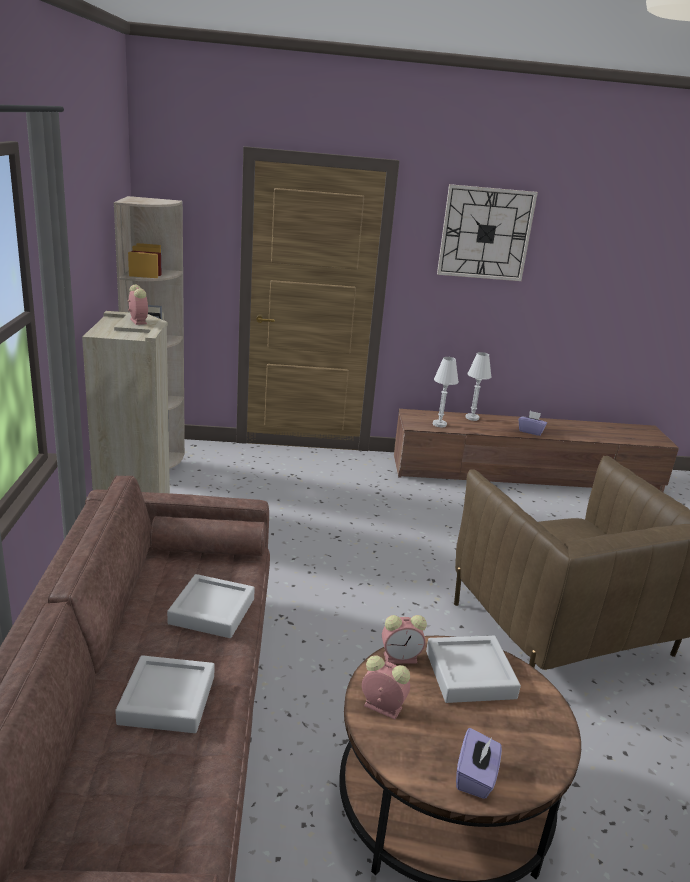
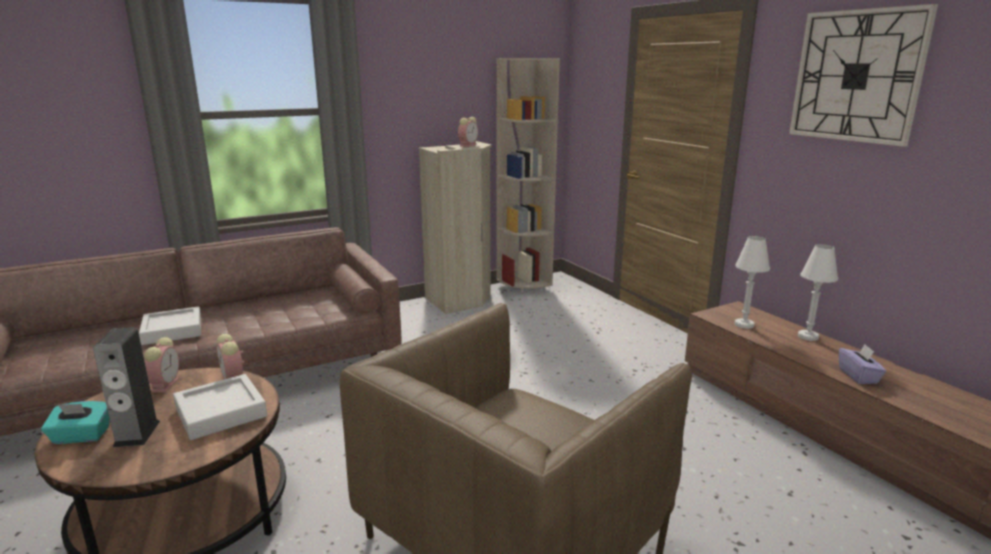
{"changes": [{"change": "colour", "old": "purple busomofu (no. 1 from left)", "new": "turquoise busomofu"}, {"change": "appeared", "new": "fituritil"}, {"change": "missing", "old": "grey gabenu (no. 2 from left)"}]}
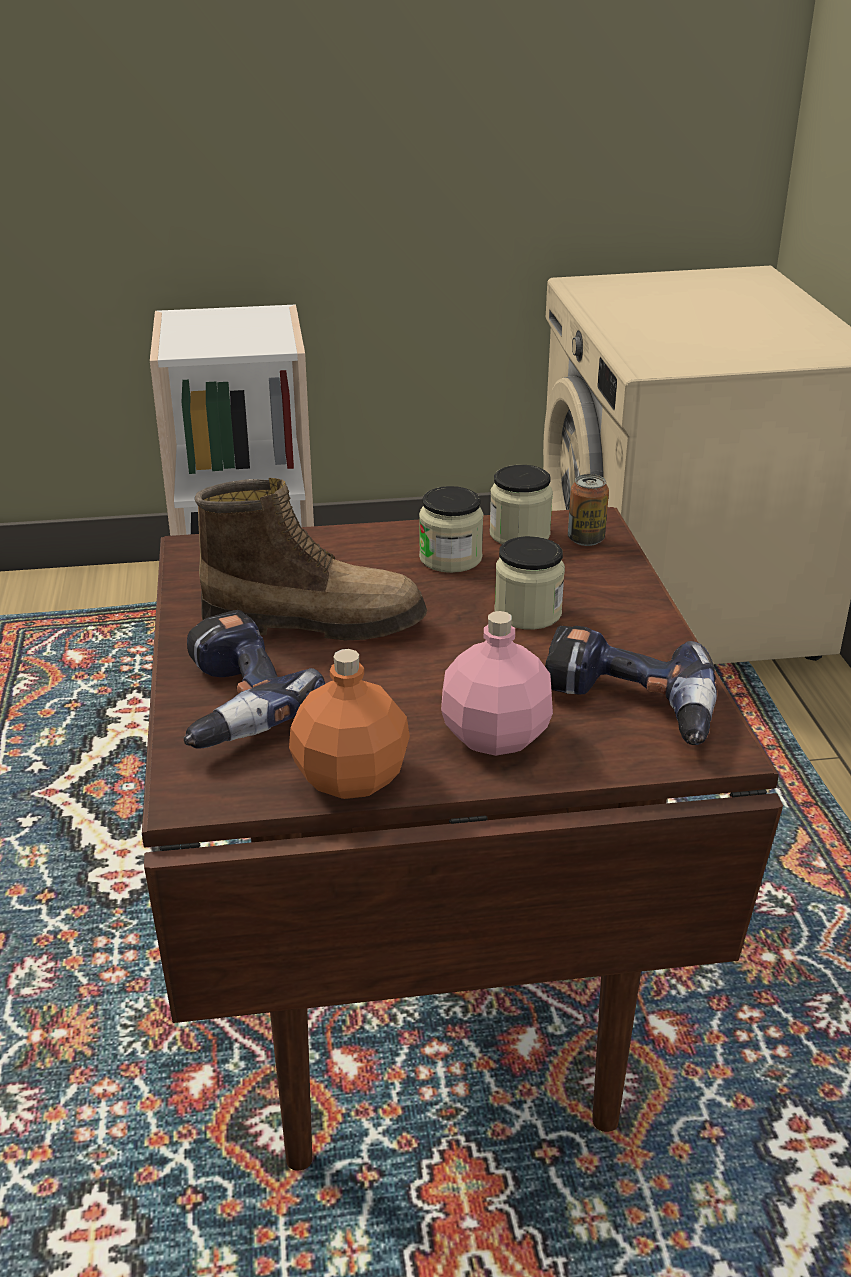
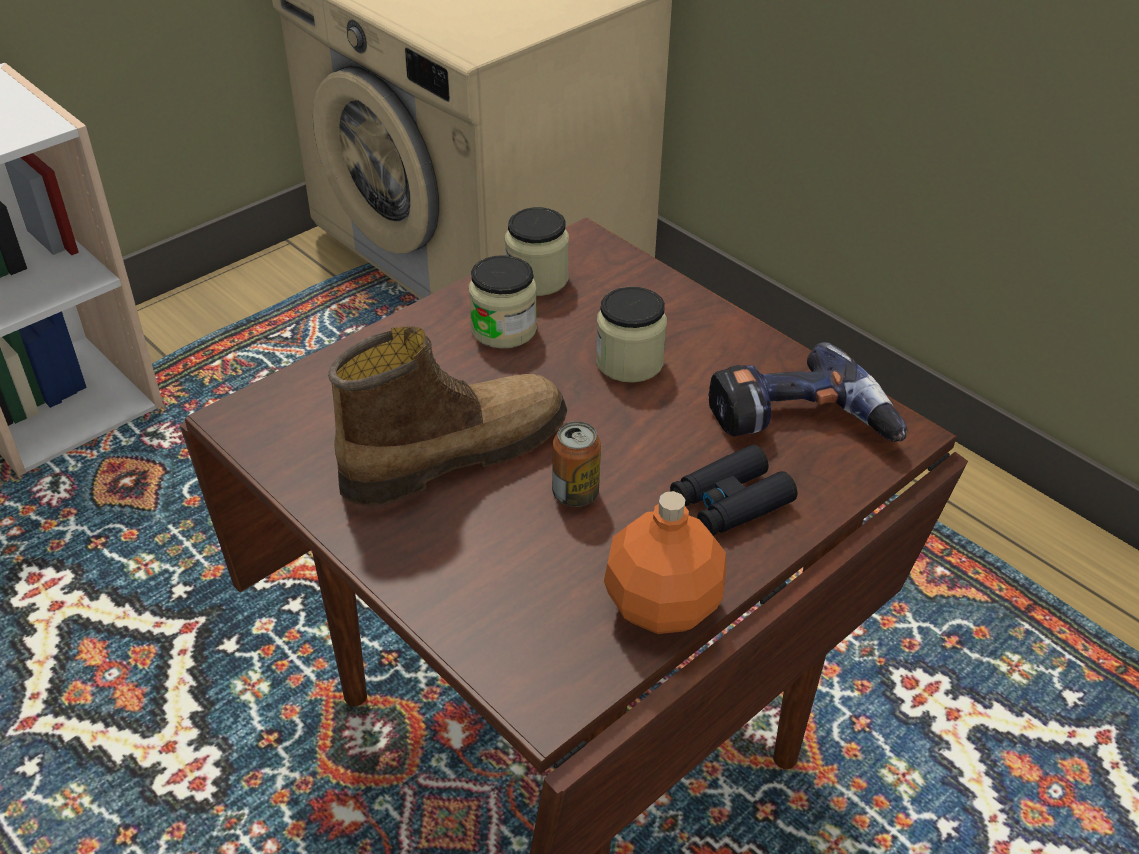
{"changes": [{"change": "relocated", "old": "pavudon"}, {"change": "exchanged", "old": "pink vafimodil", "new": "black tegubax"}, {"change": "missing", "old": "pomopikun (no. 1 from left)"}]}
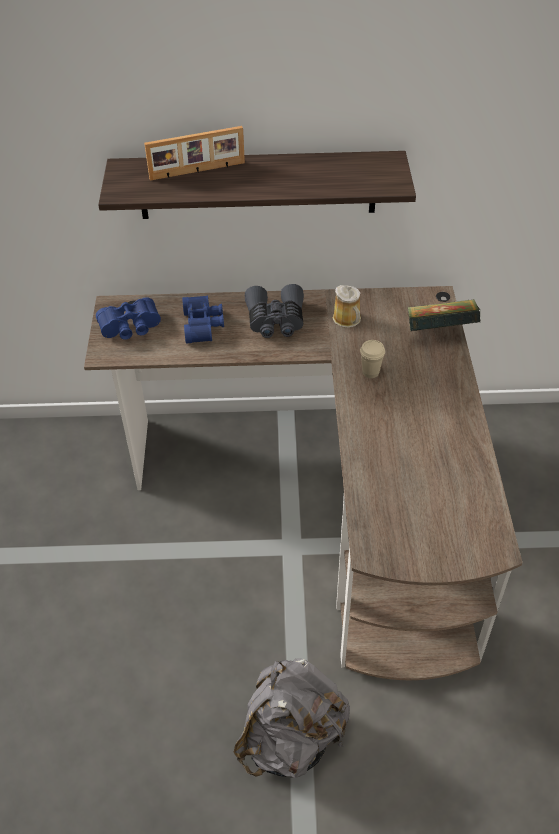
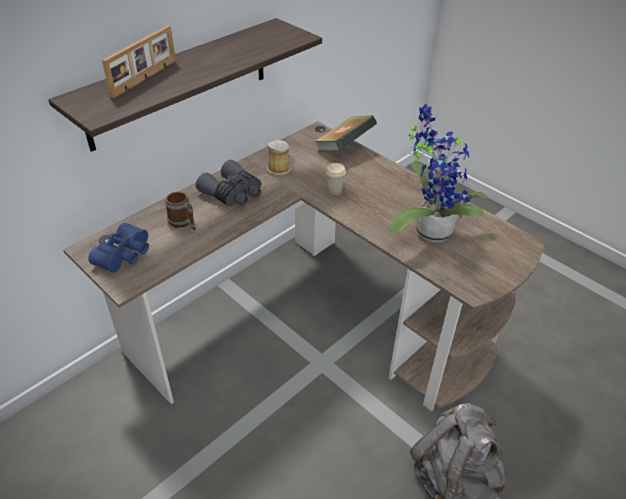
{"changes": [{"change": "exchanged", "old": "blue tegubax (no. 2 from left)", "new": "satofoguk (no. 1 from left)"}, {"change": "appeared", "new": "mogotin"}]}
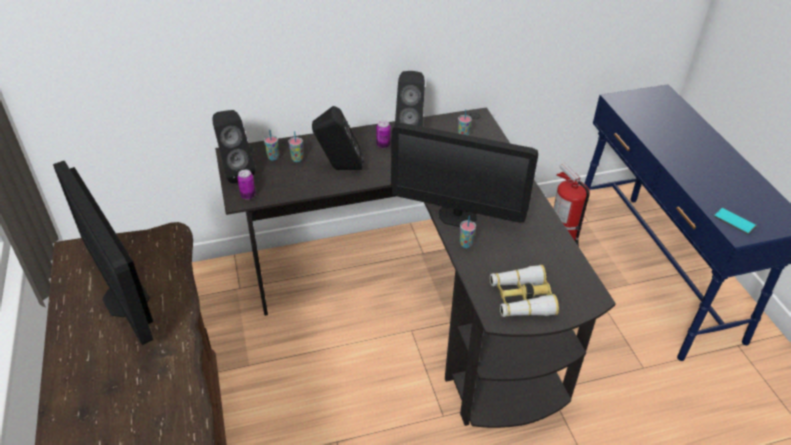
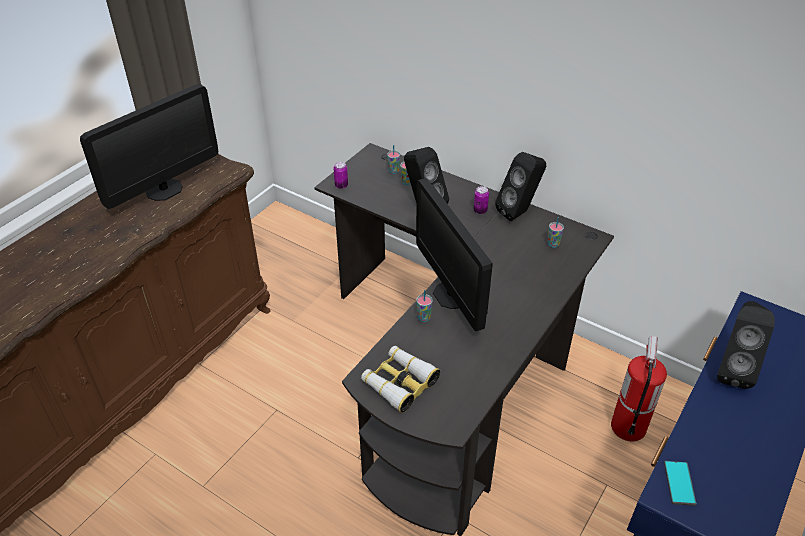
{"changes": [{"change": "spun", "old": "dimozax (no. 1 from left)", "degrees": -150}, {"change": "relocated", "old": "black fituritil (no. 1 from left in the first image)", "new": "black fituritil (no. 3 from left)"}]}
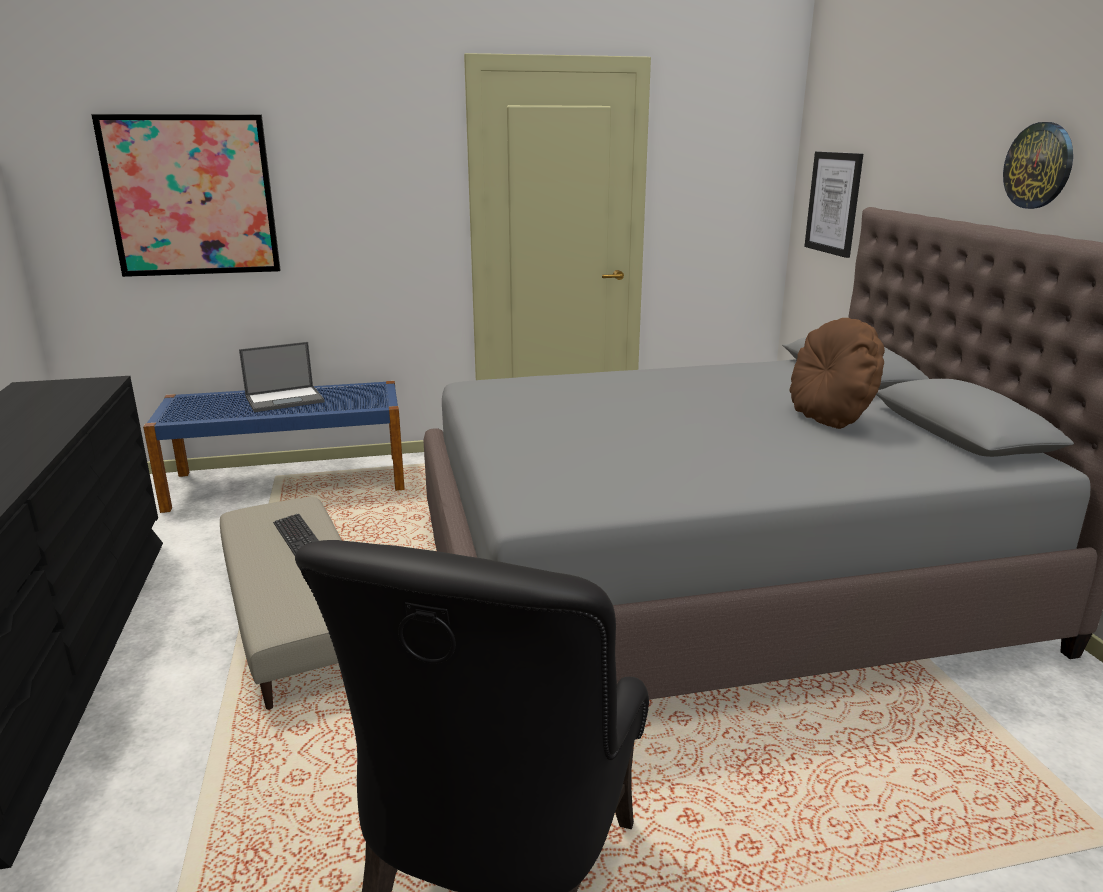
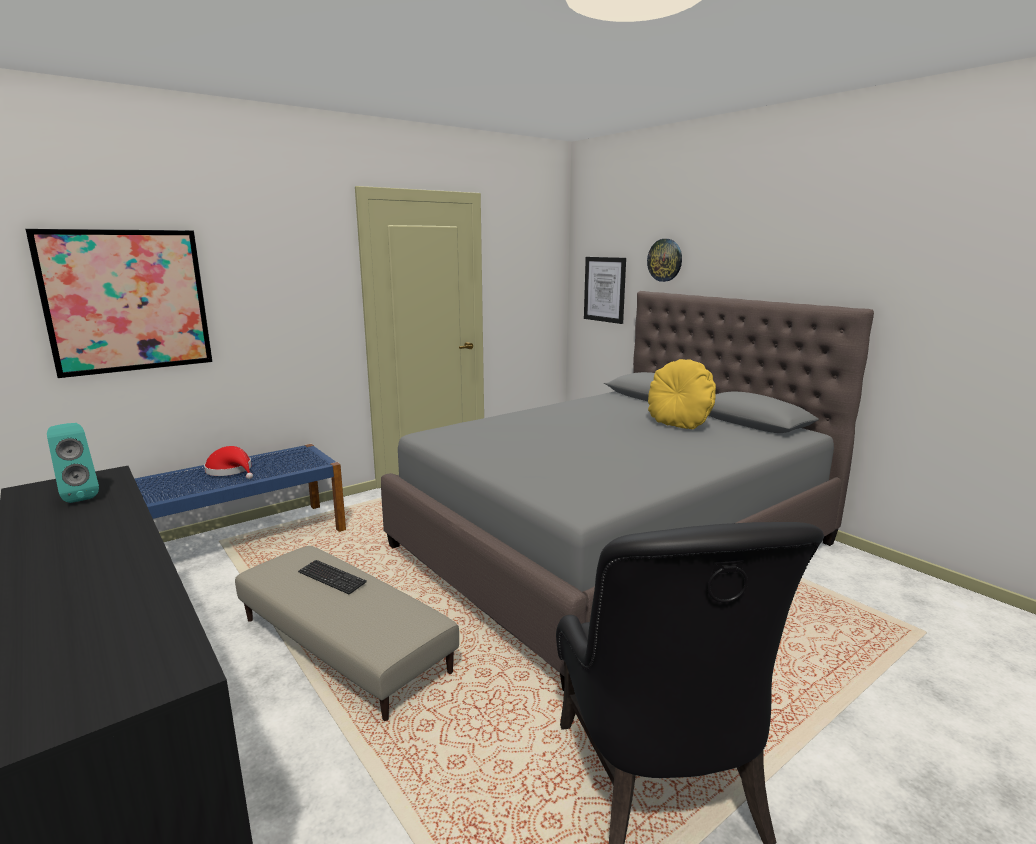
{"changes": [{"change": "appeared", "new": "turquoise fituritil"}, {"change": "exchanged", "old": "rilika", "new": "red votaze"}, {"change": "relocated", "old": "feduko"}, {"change": "colour", "old": "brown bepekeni", "new": "yellow bepekeni"}]}
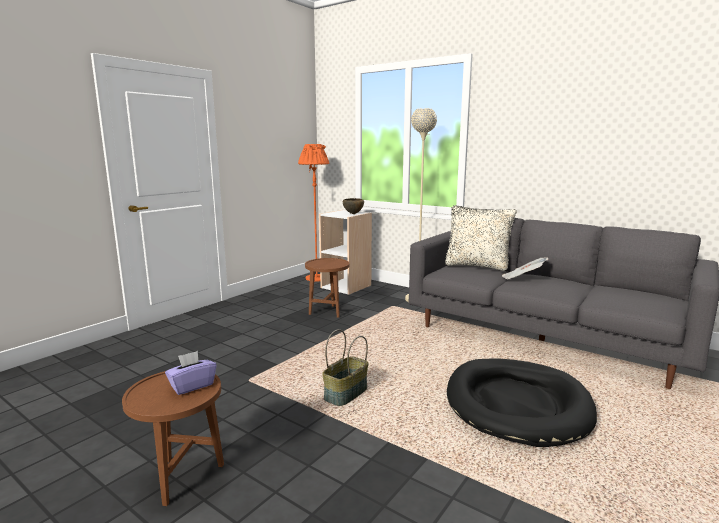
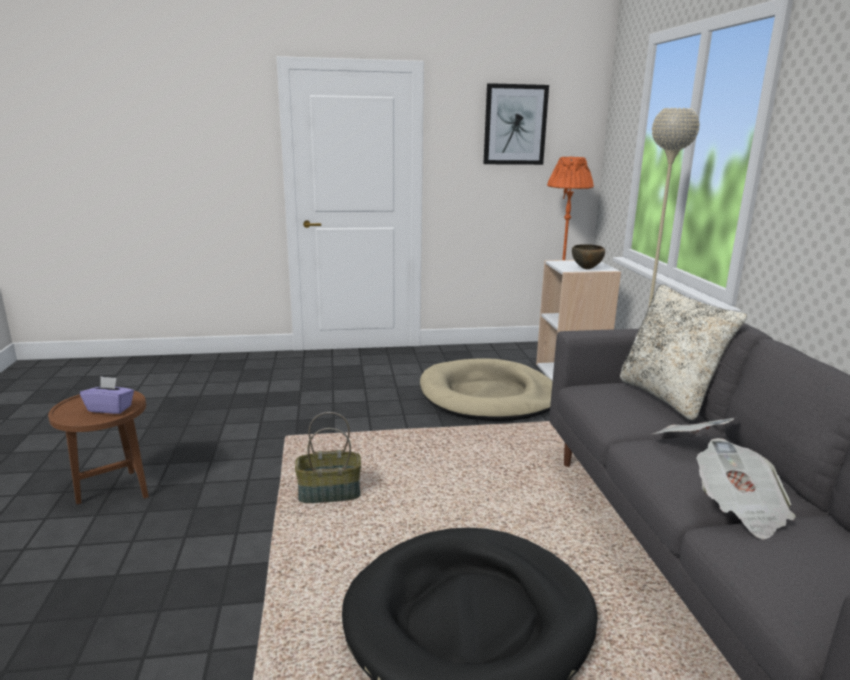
{"changes": [{"change": "exchanged", "old": "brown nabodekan (no. 2 from left)", "new": "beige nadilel"}, {"change": "appeared", "new": "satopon"}, {"change": "appeared", "new": "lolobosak (no. 2 from left)"}]}
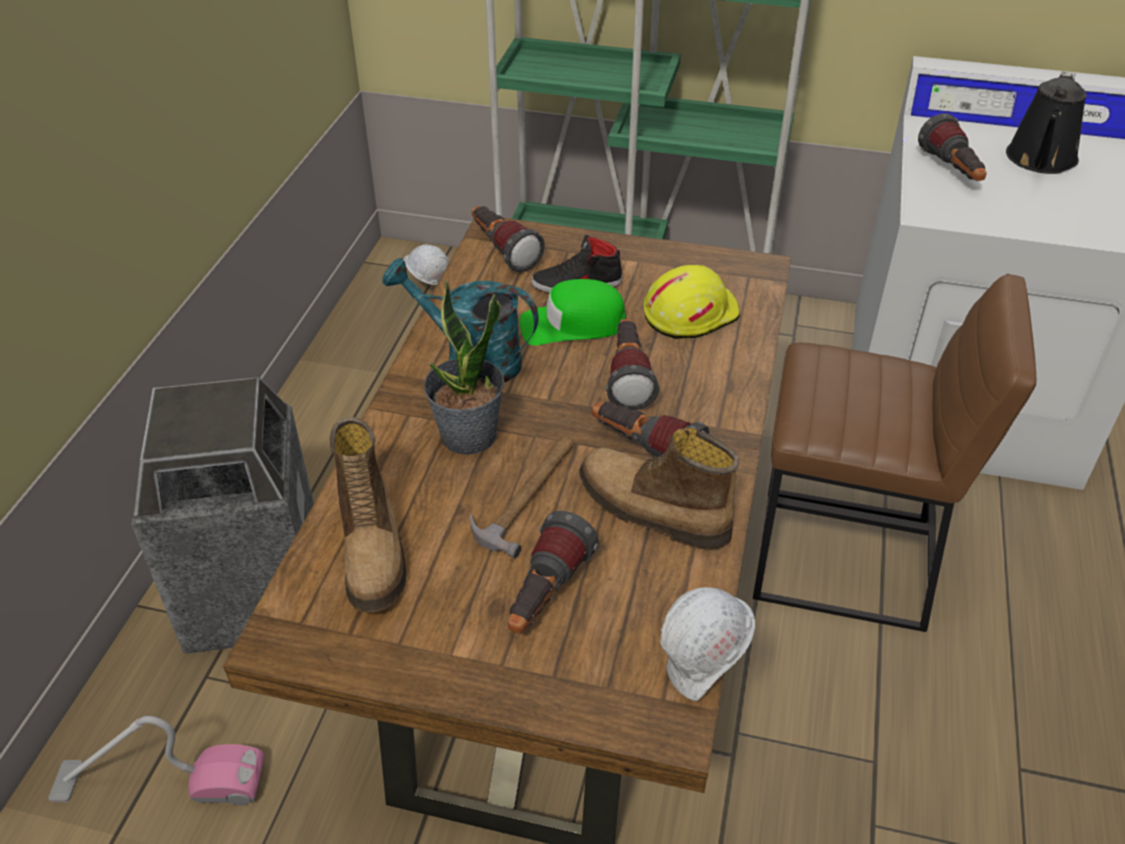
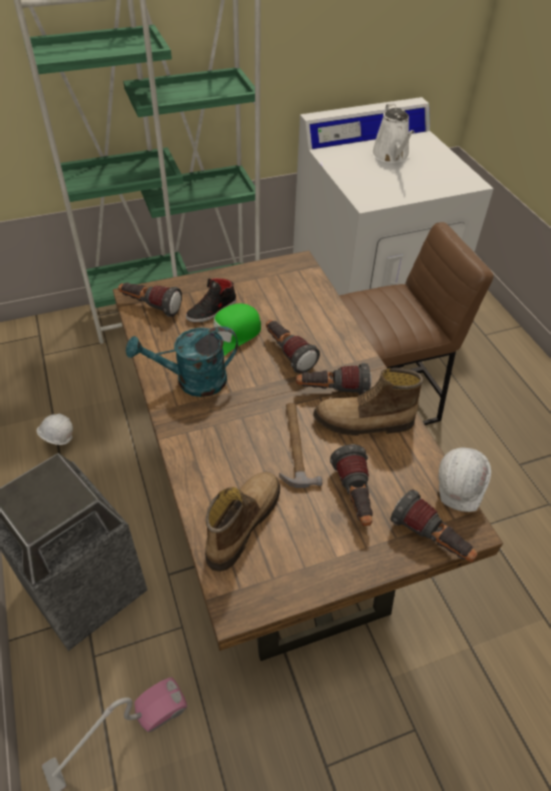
{"changes": [{"change": "relocated", "old": "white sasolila (no. 1 from left)"}, {"change": "spun", "old": "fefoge (no. 1 from left)", "degrees": -105}, {"change": "colour", "old": "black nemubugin", "new": "white nemubugin"}, {"change": "relocated", "old": "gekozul (no. 5 from left)"}, {"change": "missing", "old": "mogotin"}, {"change": "missing", "old": "yellow sasolila"}]}
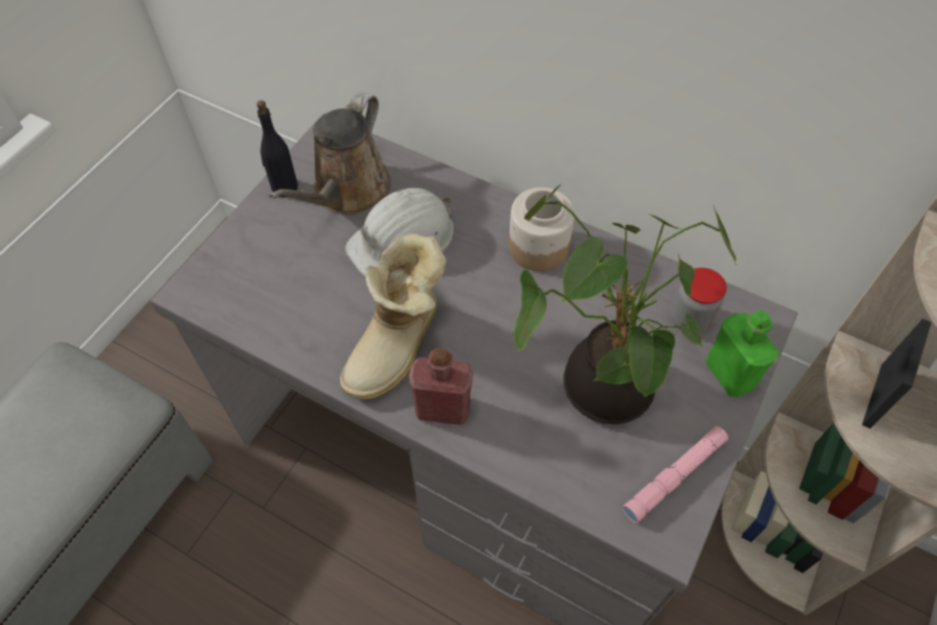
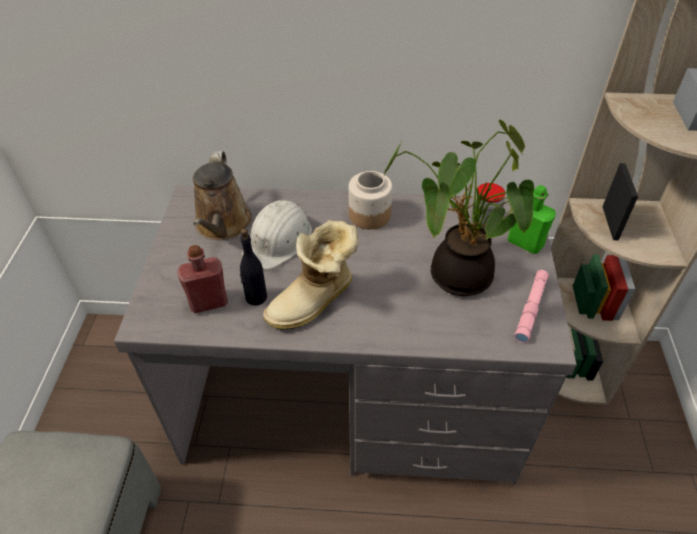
{"changes": [{"change": "relocated", "old": "red vafimodil"}, {"change": "relocated", "old": "black vafimodil"}, {"change": "spun", "old": "fefoge", "degrees": 45}]}
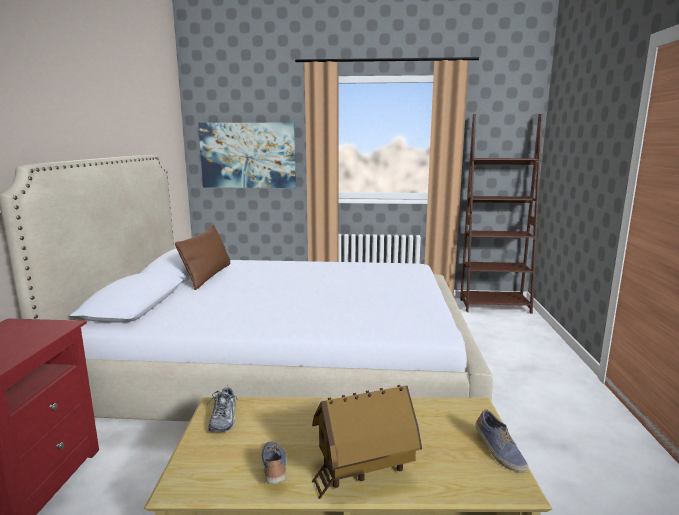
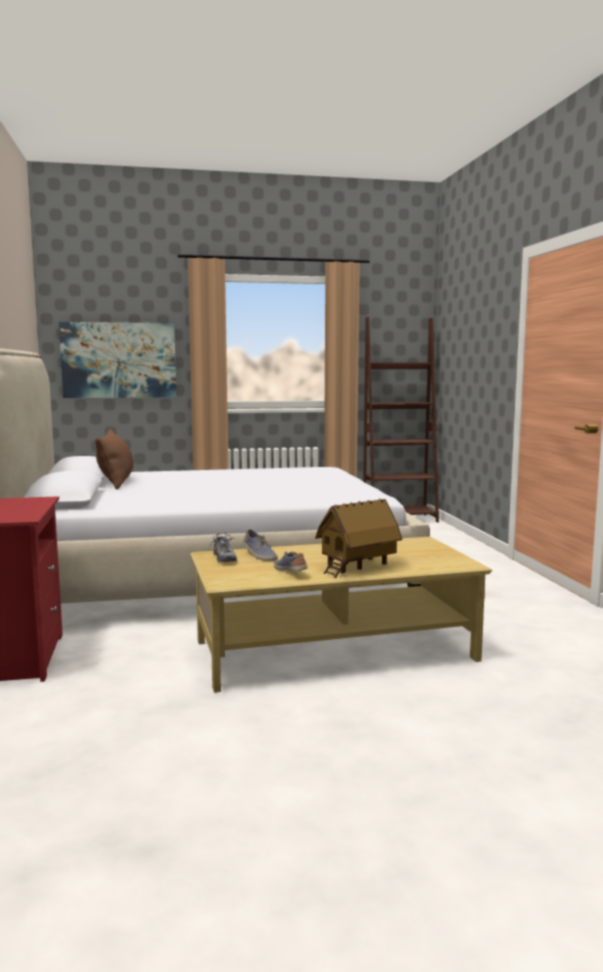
{"changes": [{"change": "relocated", "old": "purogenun (no. 3 from left in the first image)", "new": "purogenun (no. 2 from left)"}]}
